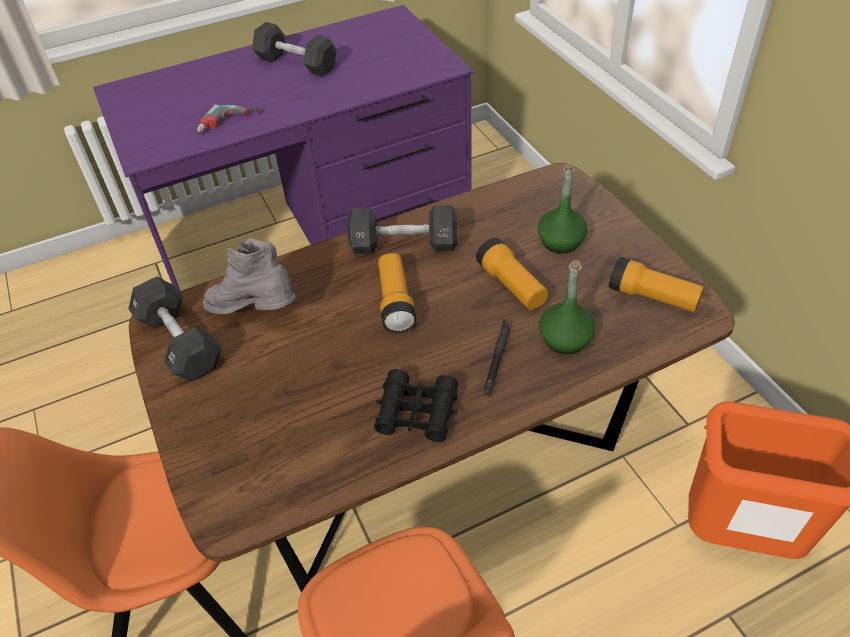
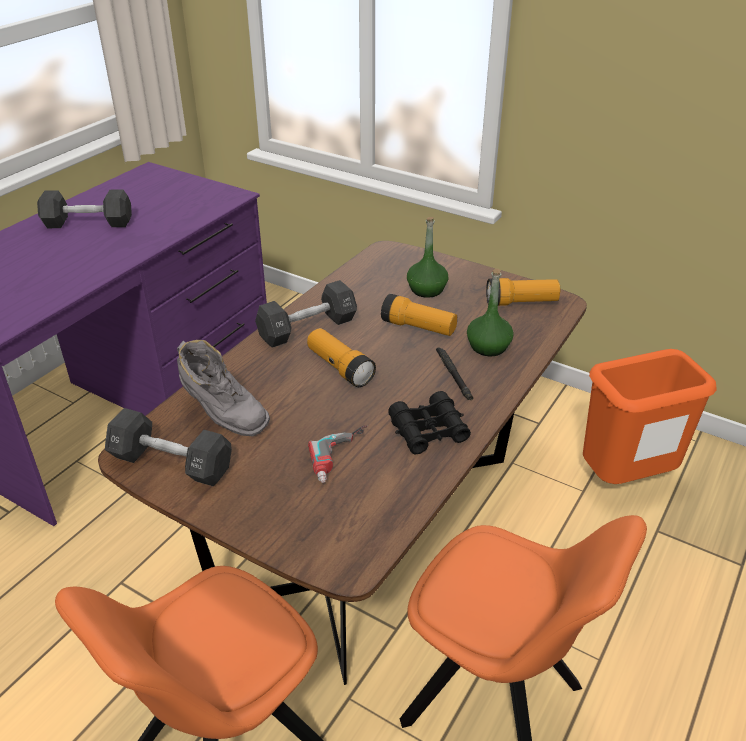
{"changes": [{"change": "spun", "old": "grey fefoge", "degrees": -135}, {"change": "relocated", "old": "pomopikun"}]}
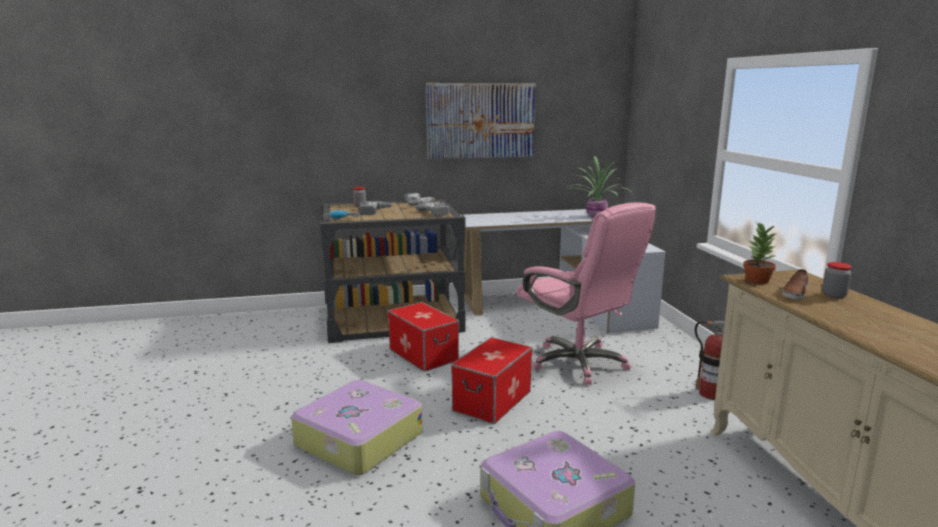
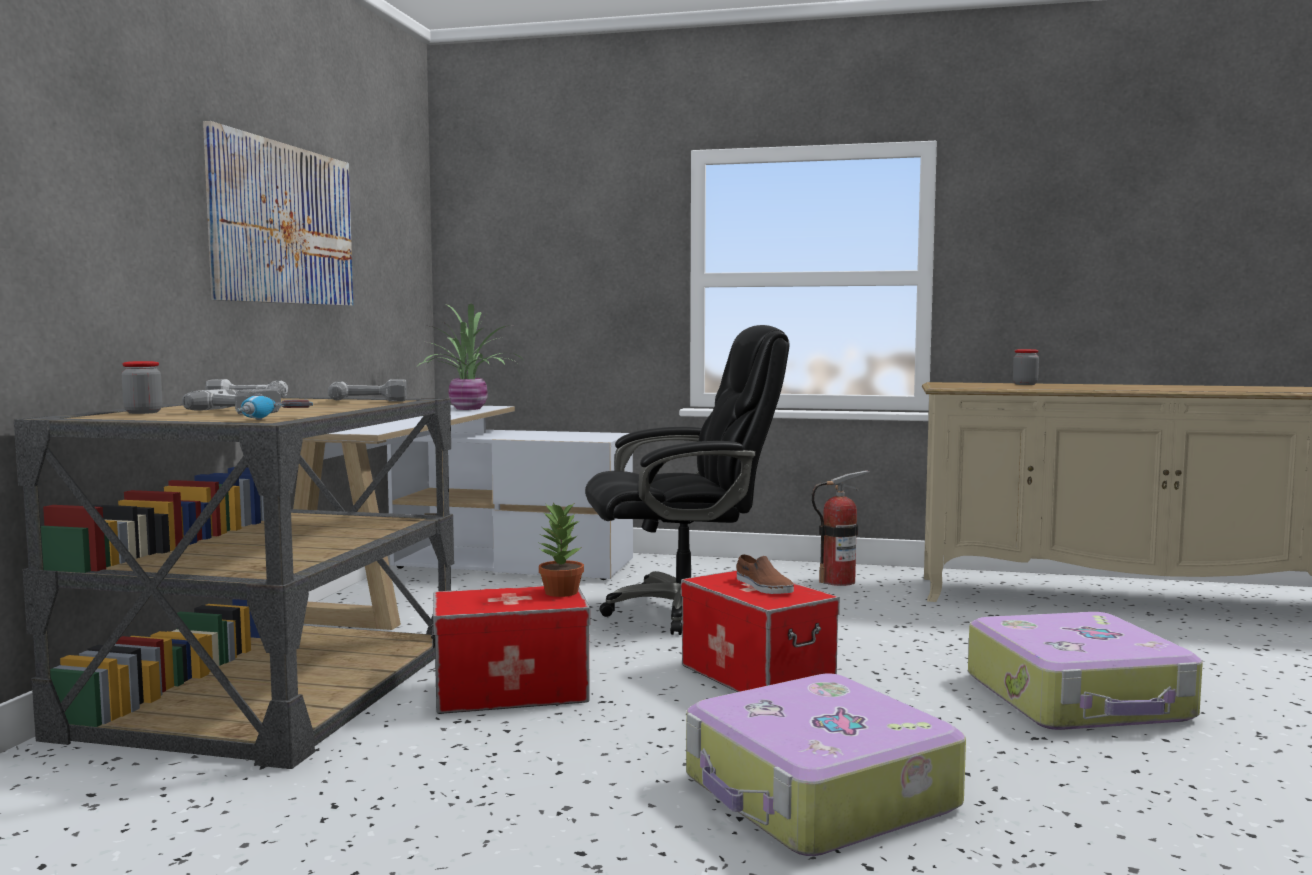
{"changes": [{"change": "relocated", "old": "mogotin (no. 2 from left)"}, {"change": "colour", "old": "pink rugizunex", "new": "black rugizunex"}, {"change": "relocated", "old": "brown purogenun"}]}
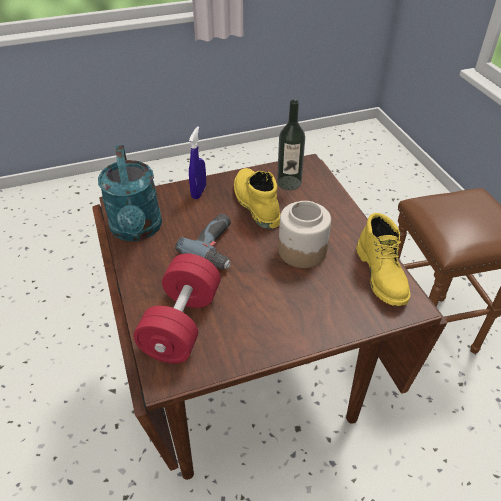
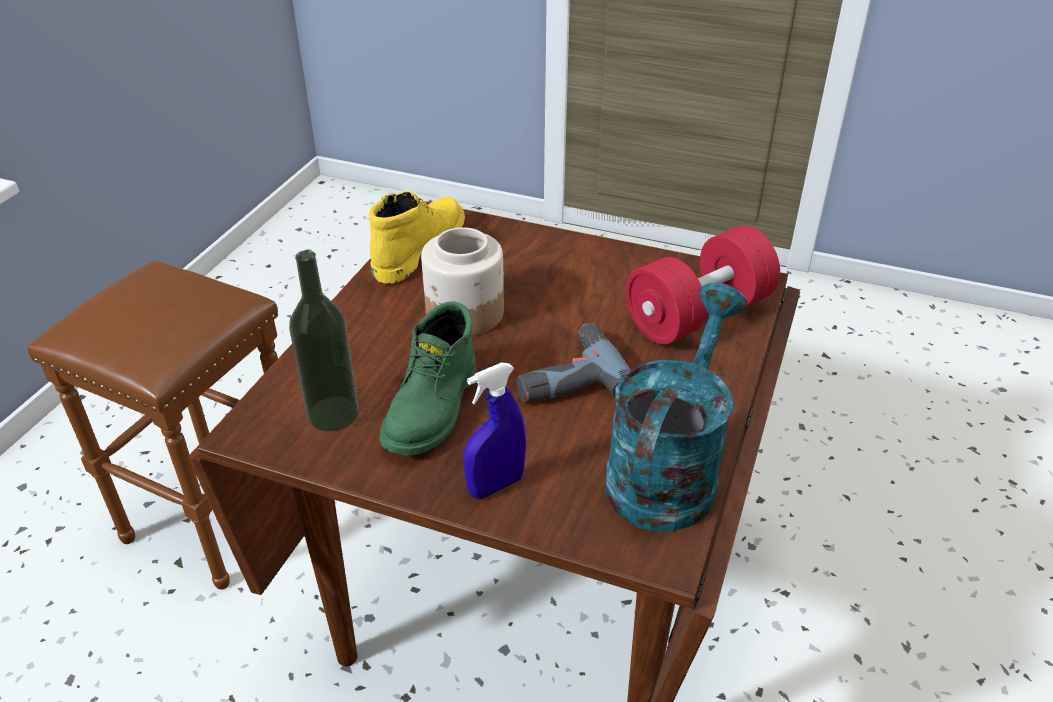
{"changes": [{"change": "colour", "old": "yellow fefoge (no. 1 from left)", "new": "green fefoge"}]}
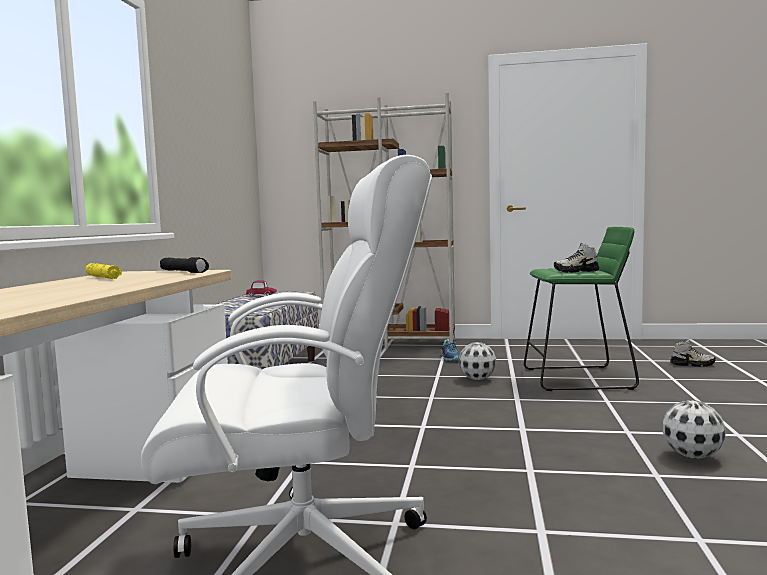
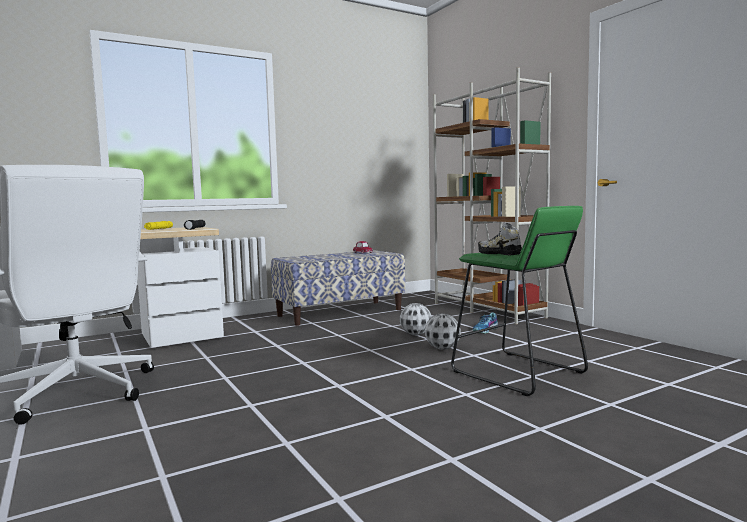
{"changes": [{"change": "relocated", "old": "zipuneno (no. 2 from left in the first image)", "new": "zipuneno (no. 1 from left)"}, {"change": "missing", "old": "purogenun (no. 3 from left)"}]}
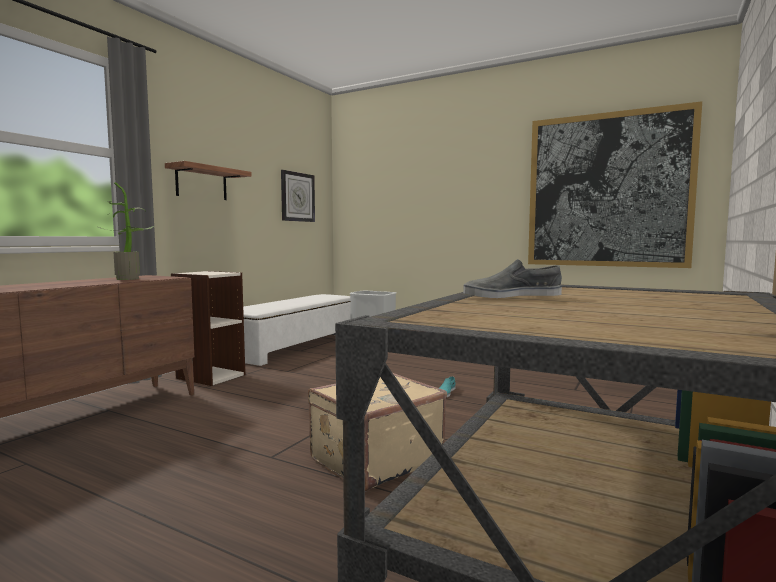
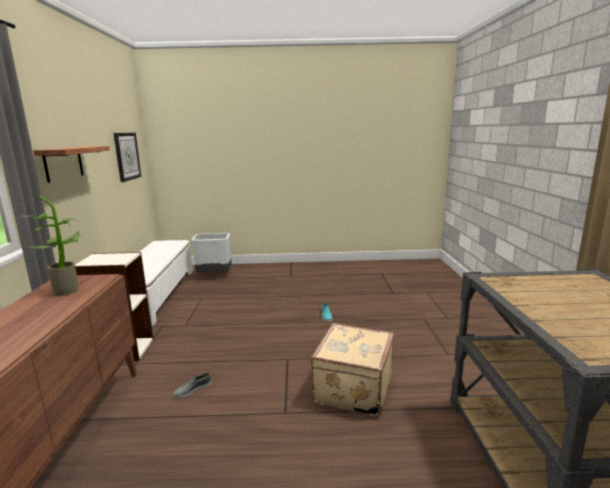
{"changes": [{"change": "relocated", "old": "grey purogenun"}, {"change": "missing", "old": "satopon"}]}
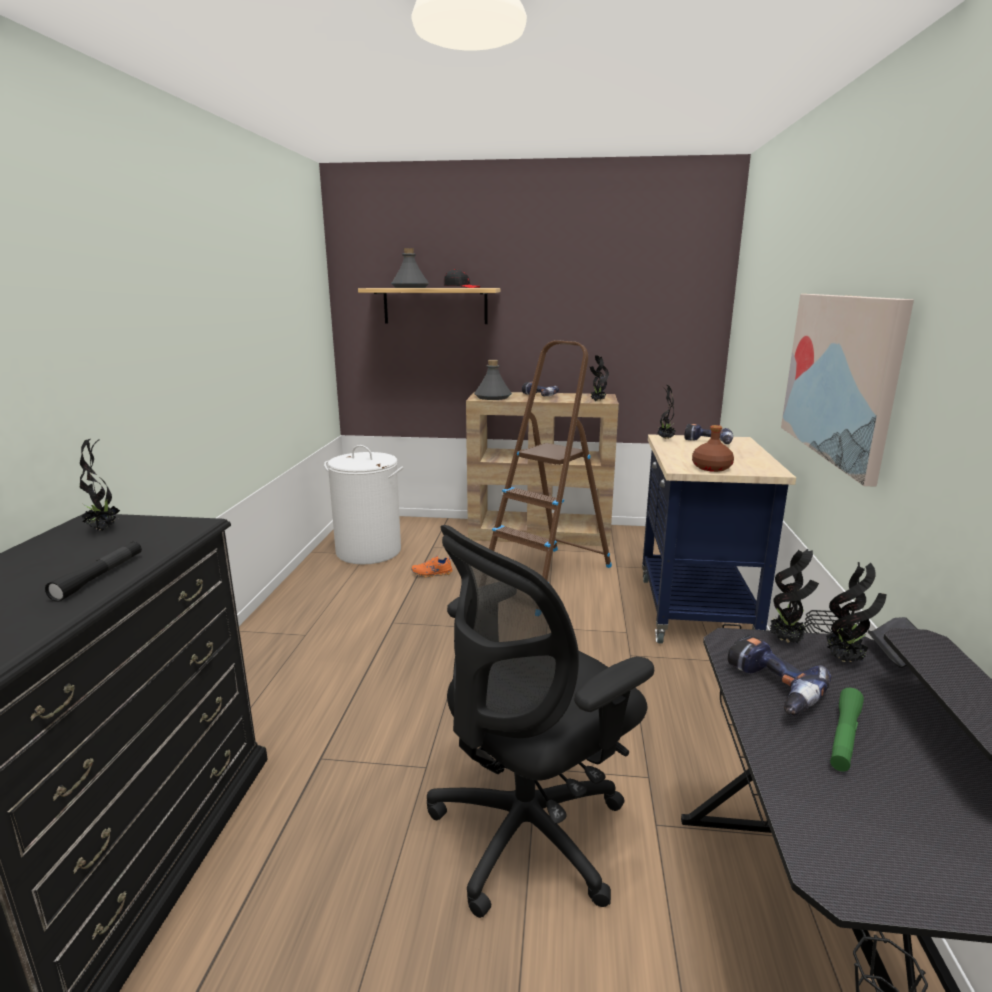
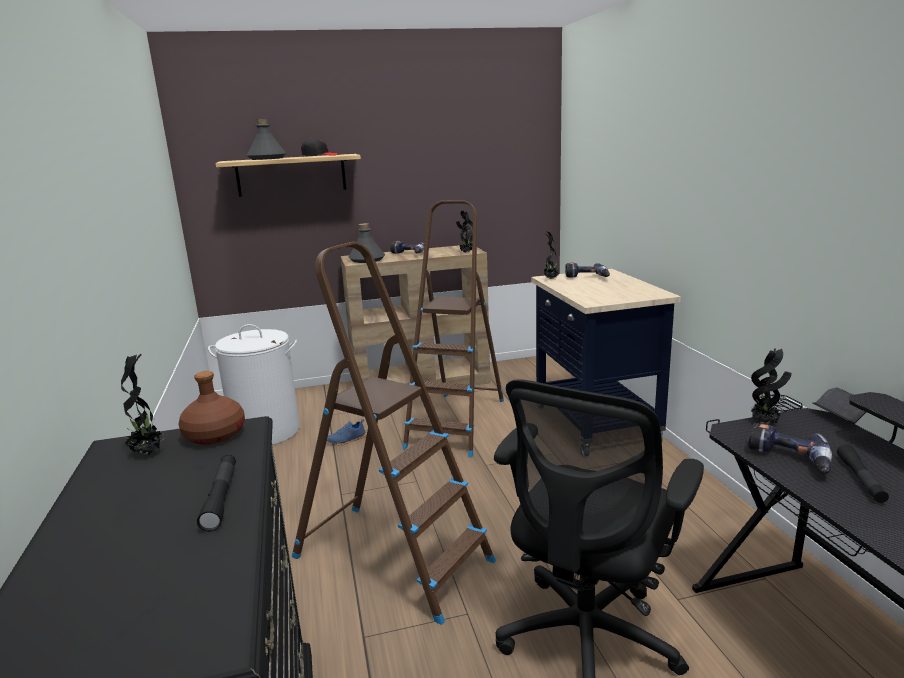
{"changes": [{"change": "relocated", "old": "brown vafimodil"}, {"change": "appeared", "new": "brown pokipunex (no. 1 from left)"}, {"change": "colour", "old": "orange purogenun", "new": "blue purogenun"}, {"change": "colour", "old": "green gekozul", "new": "black gekozul (no. 2 from left)"}, {"change": "missing", "old": "satopon"}, {"change": "missing", "old": "mogotin (no. 5 from left)"}]}
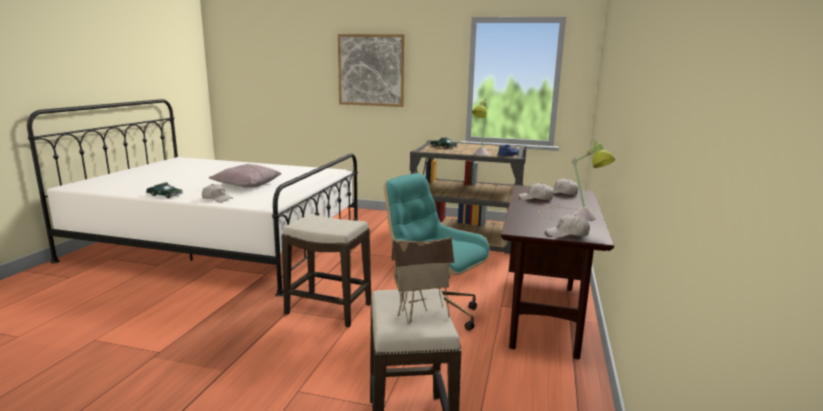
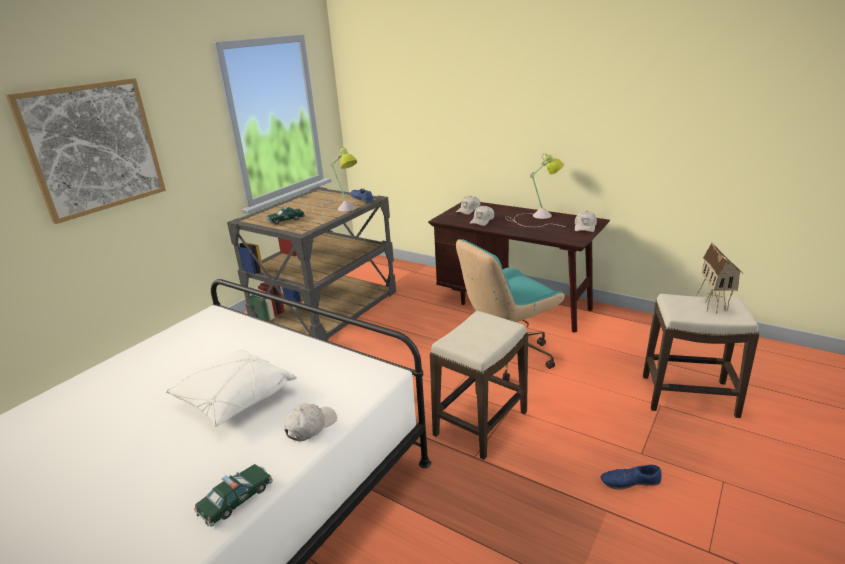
{"changes": [{"change": "colour", "old": "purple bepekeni", "new": "white bepekeni"}, {"change": "appeared", "new": "blue purogenun (no. 2 from left)"}]}
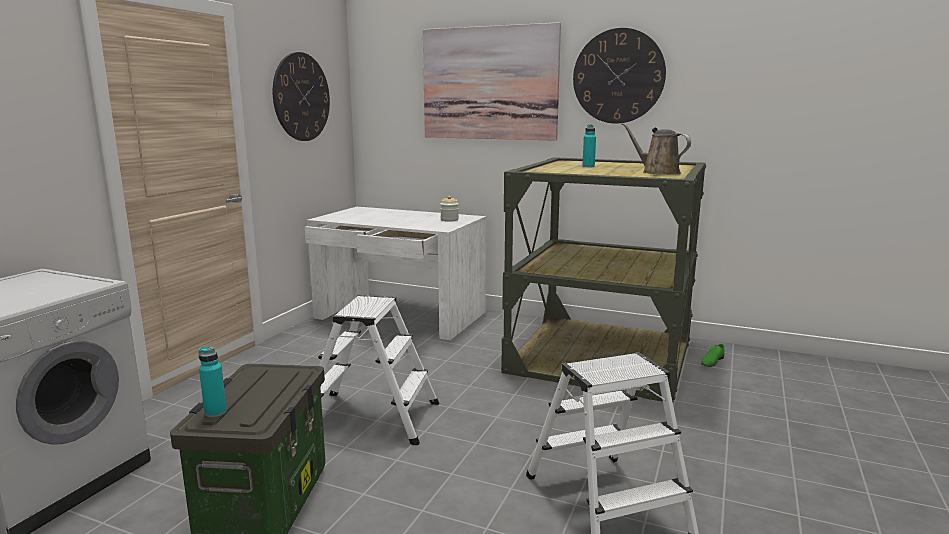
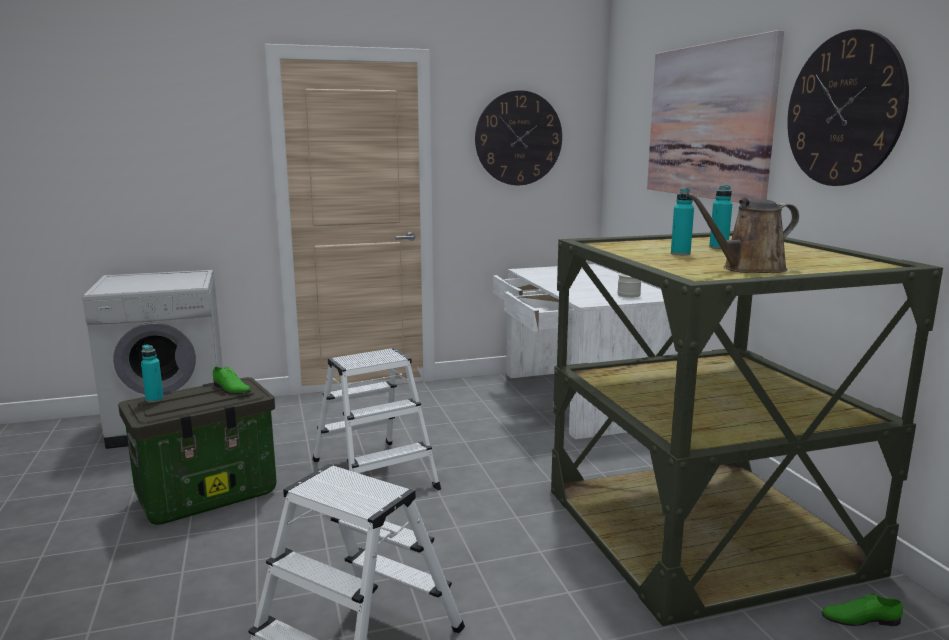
{"changes": [{"change": "appeared", "new": "green purogenun (no. 1 from left)"}, {"change": "appeared", "new": "turquoise vafimodil (no. 2 from left)"}, {"change": "spun", "old": "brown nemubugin", "degrees": -120}]}
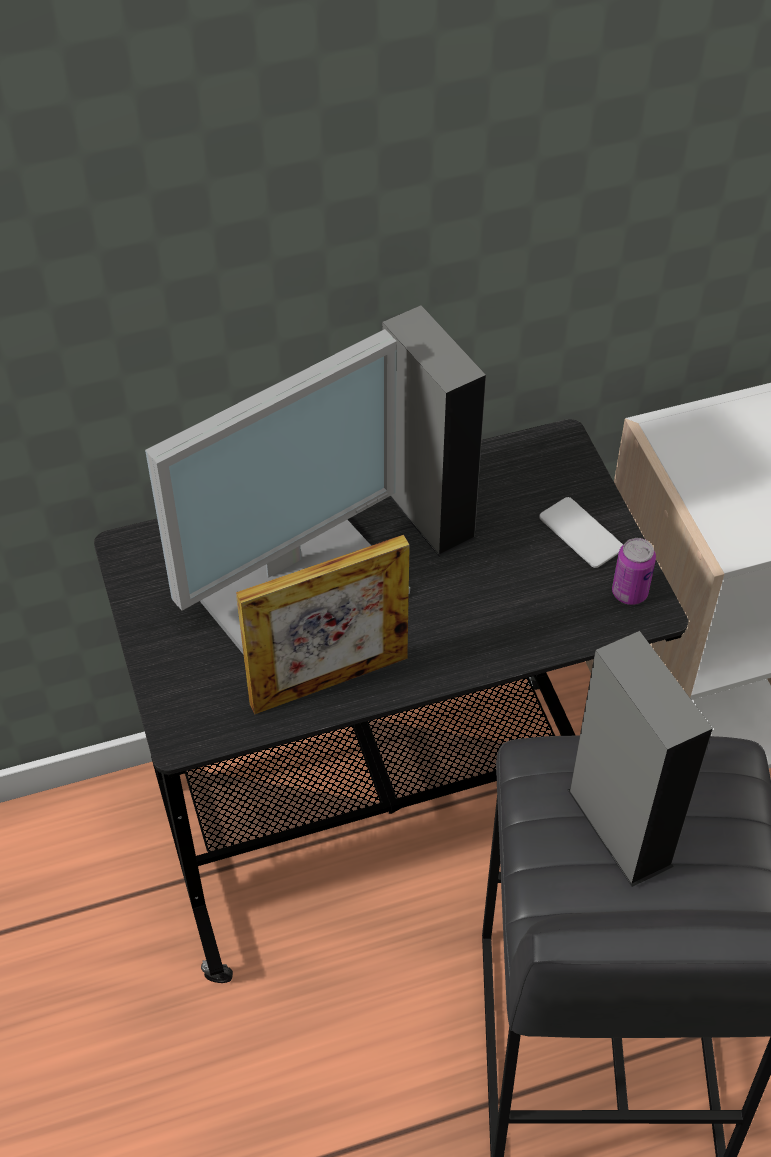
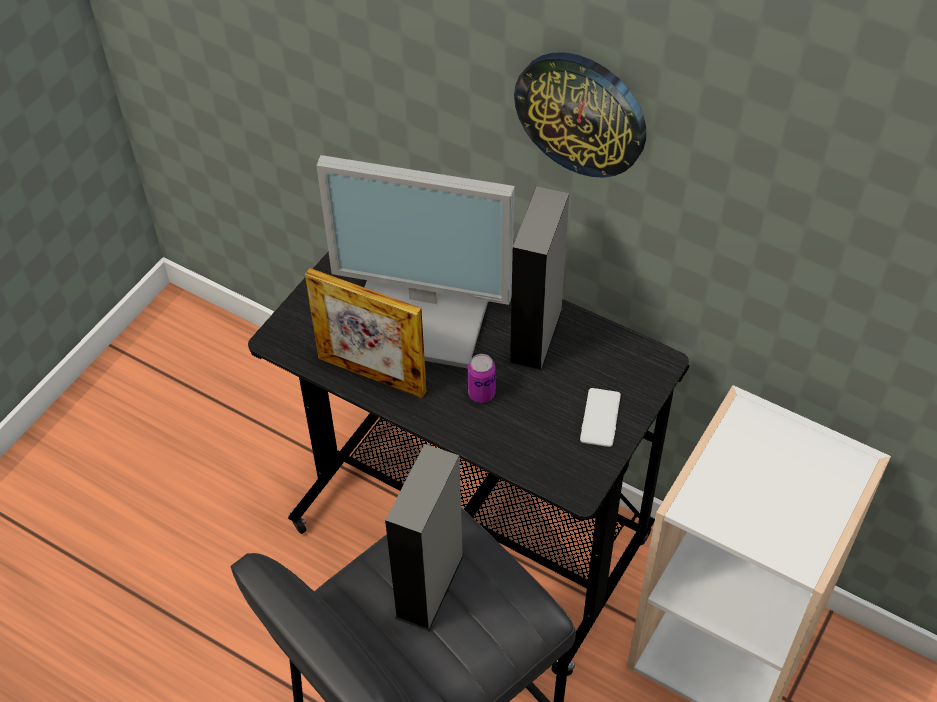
{"changes": [{"change": "relocated", "old": "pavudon"}, {"change": "appeared", "new": "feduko"}]}
